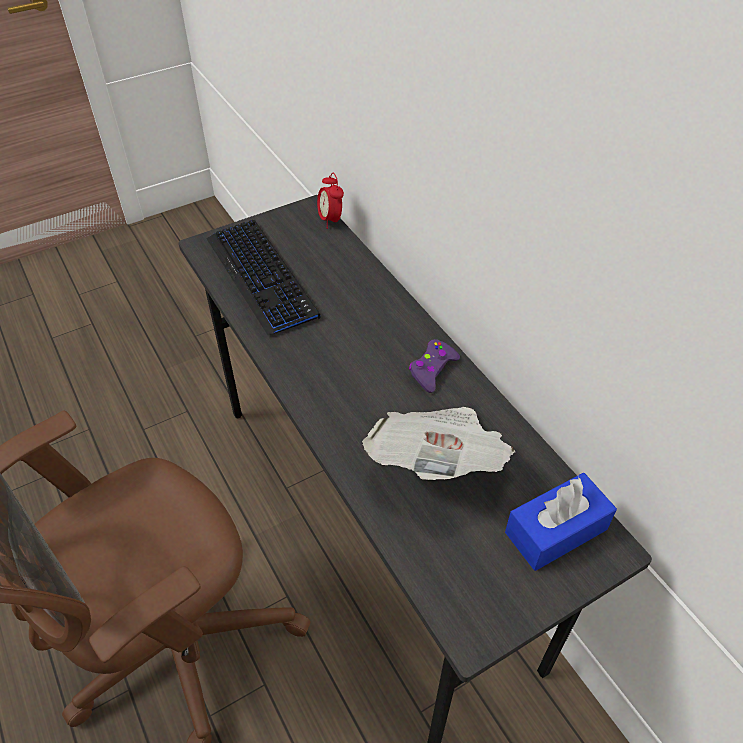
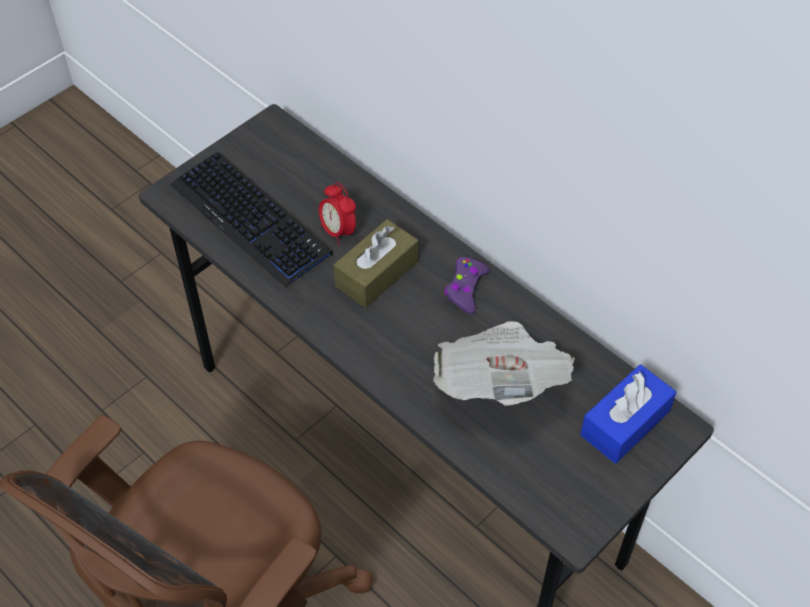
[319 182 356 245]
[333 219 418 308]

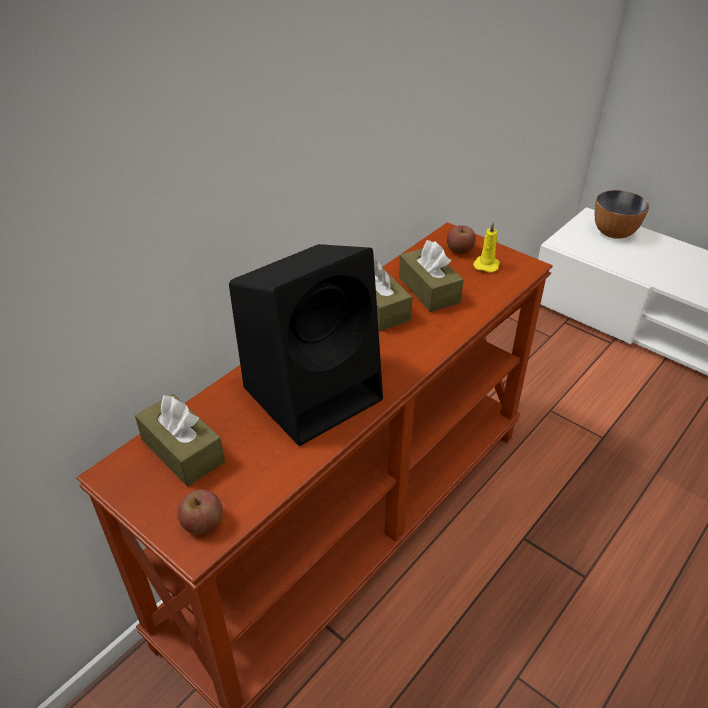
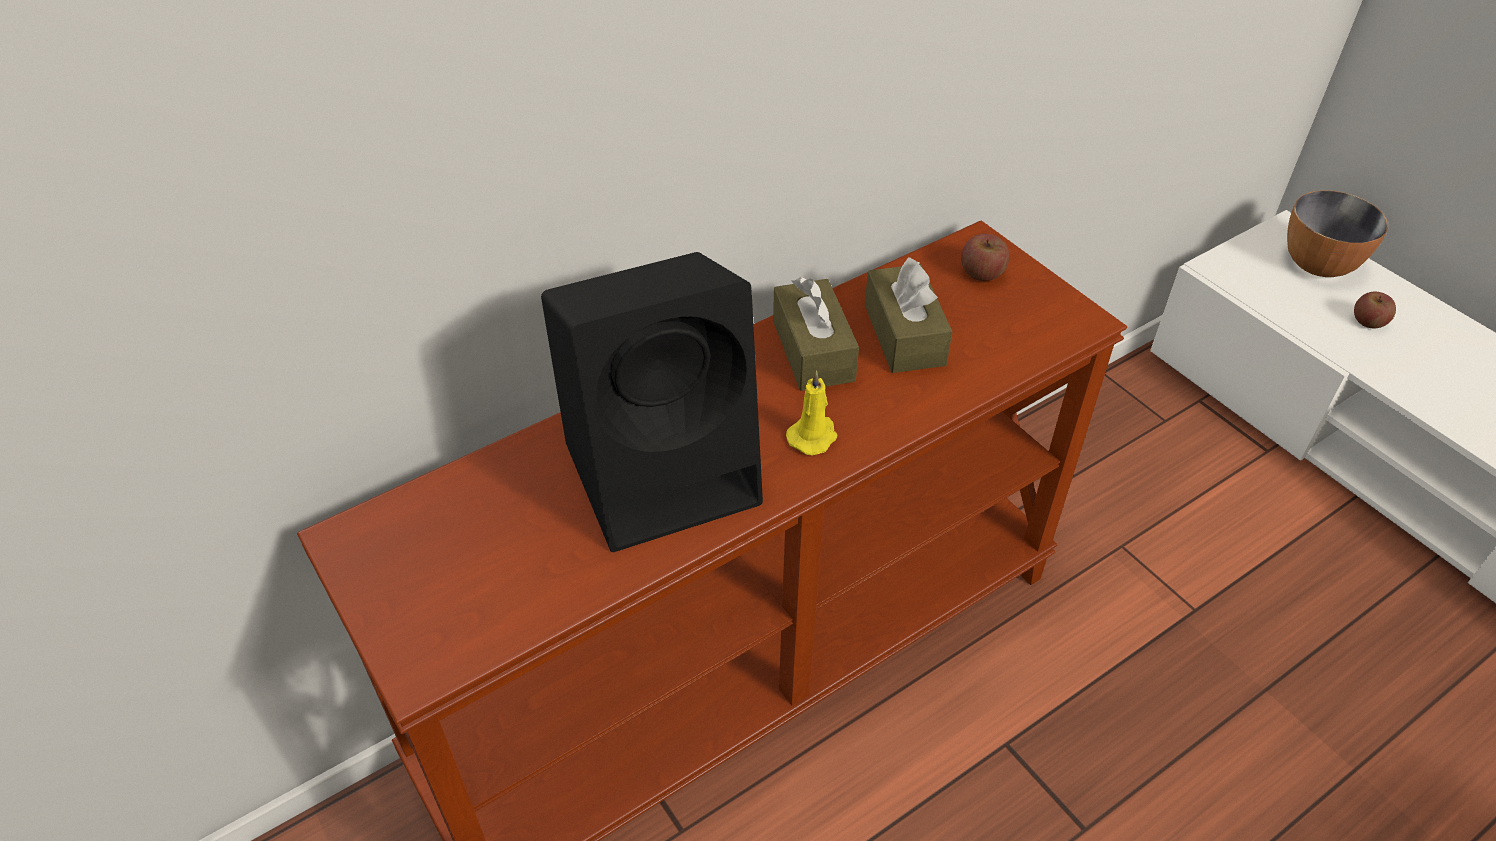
[135 394 225 486] (first image)
[1354 292 1396 328]
[786 370 838 455]

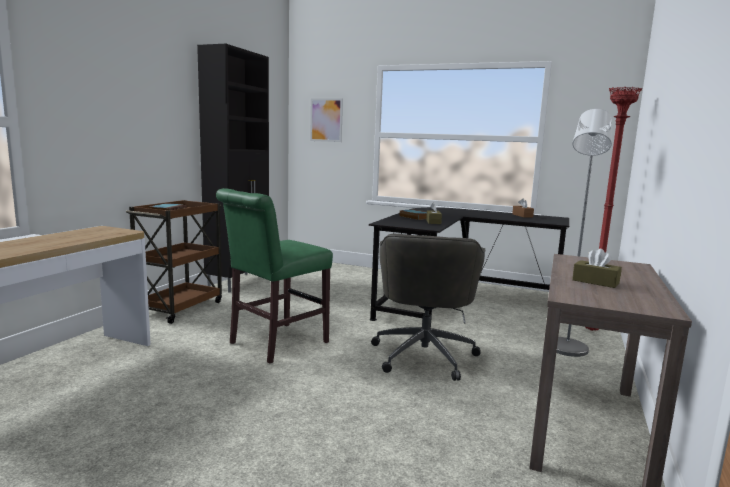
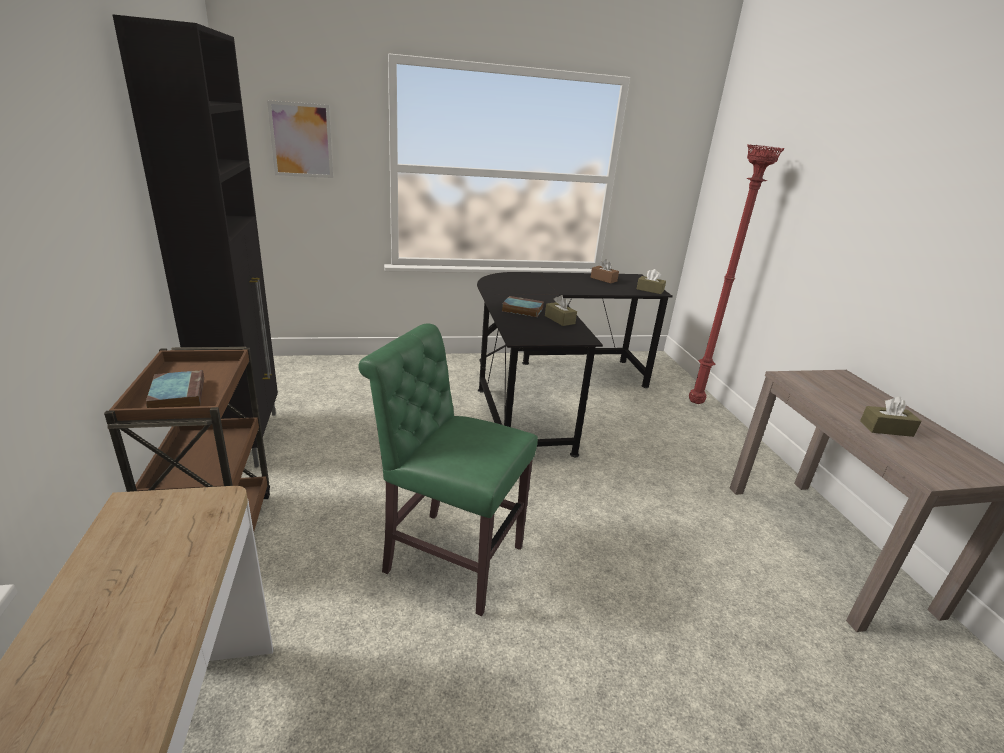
[358 323 538 616]
[371 234 485 381] (first image)
[556 109 612 357] (first image)
[637 269 666 294]

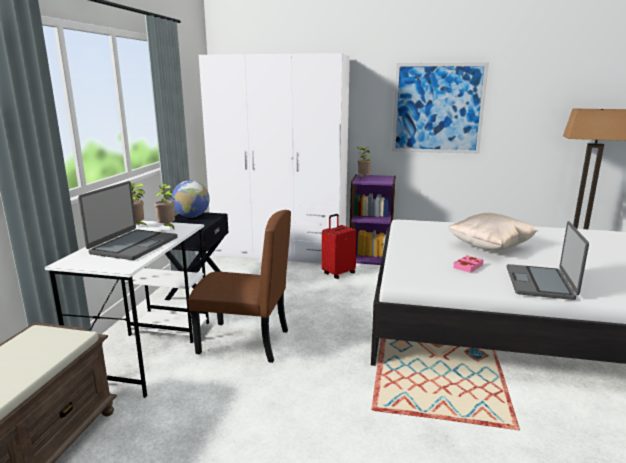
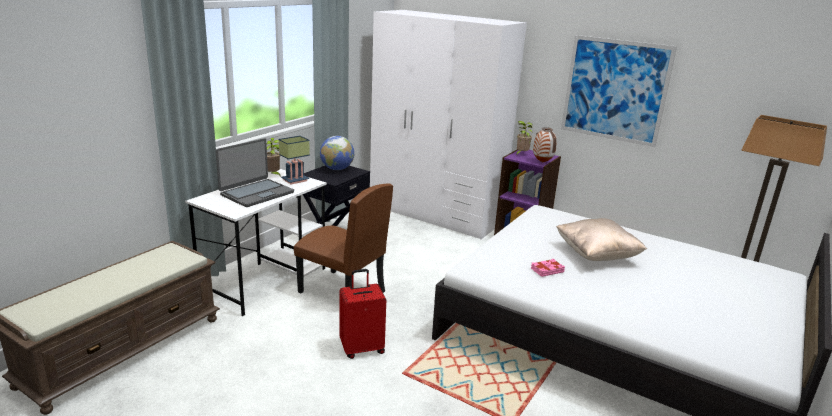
[279 136 310 185]
[339 269 386 359]
[507 221 589 300] (first image)
[533 127 557 162]

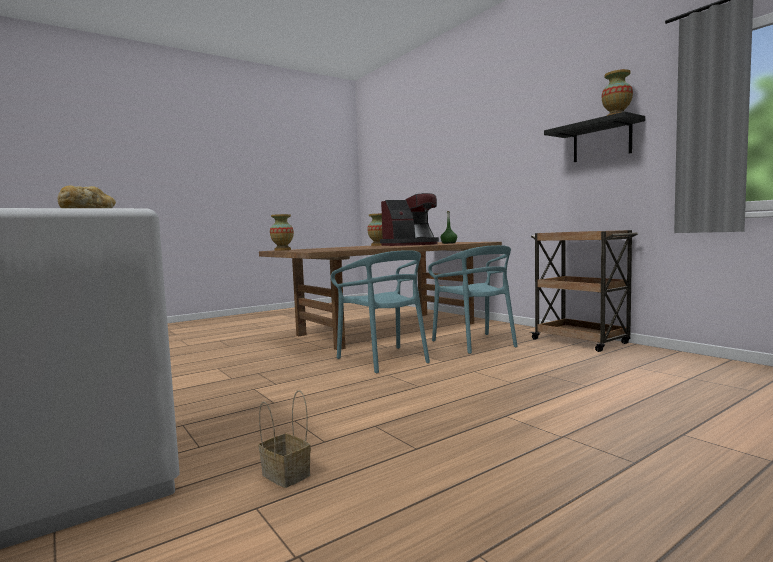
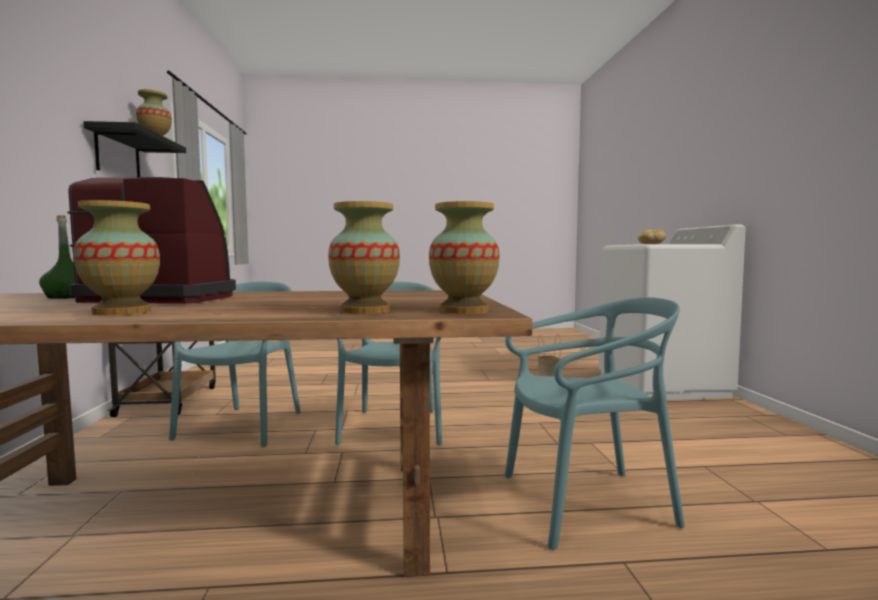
[328 201 400 314]
[504 297 685 550]

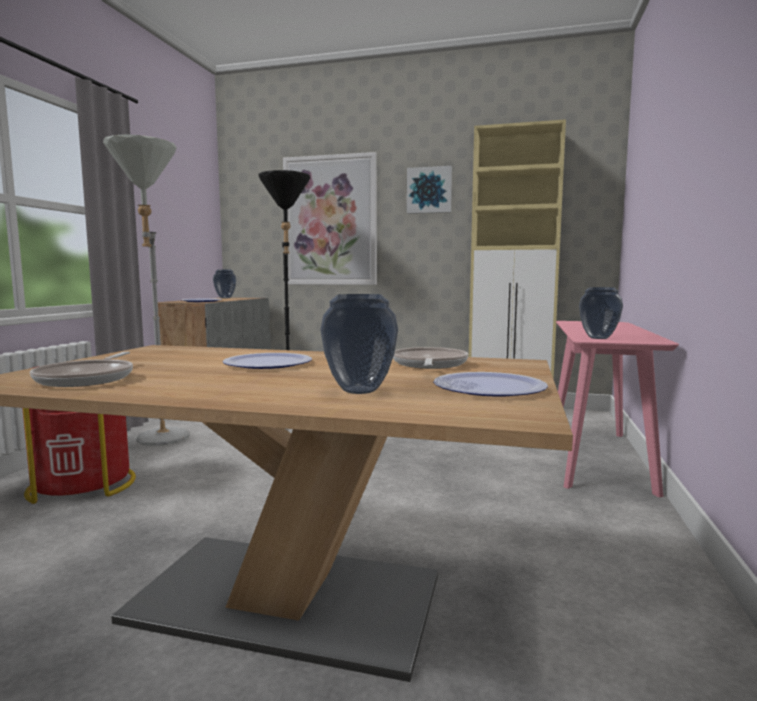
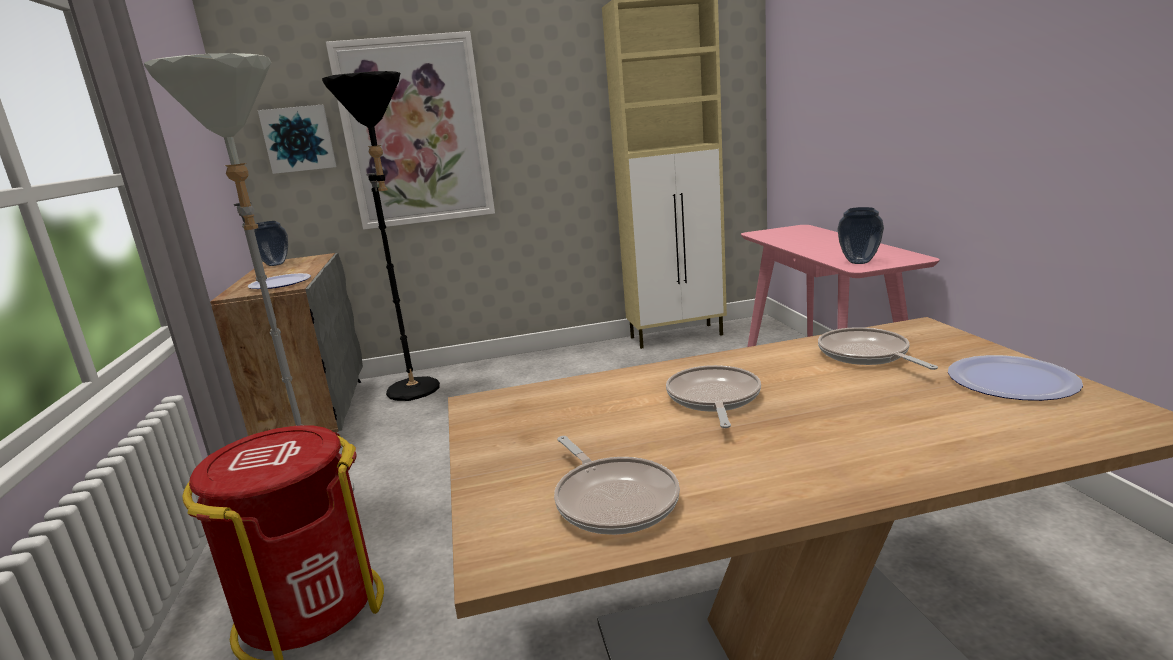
[666 365 761 428]
[320 294 398 394] (first image)
[258 105 337 174]

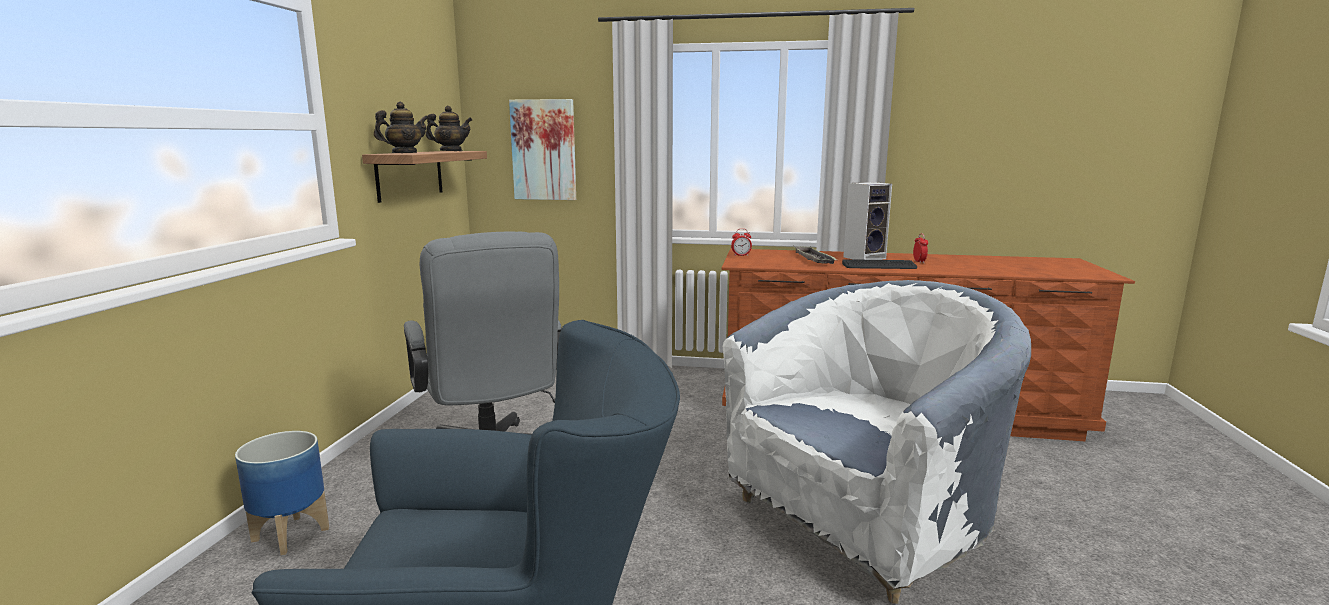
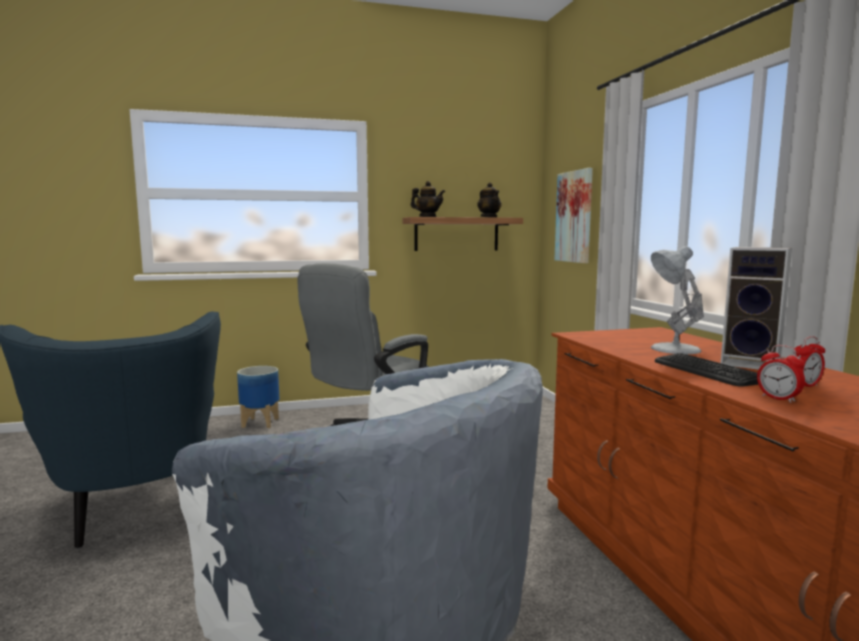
[757 345 805 403]
[651 246 704 354]

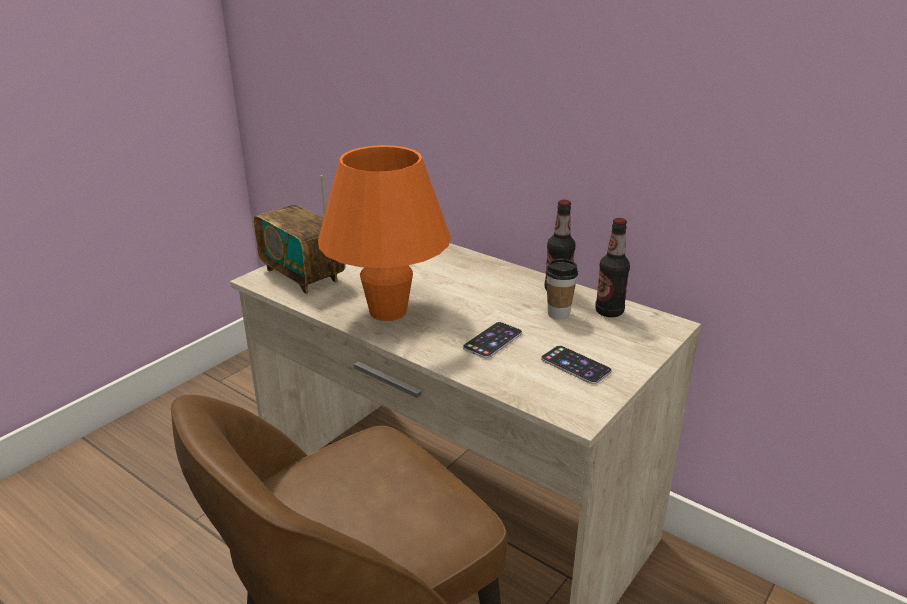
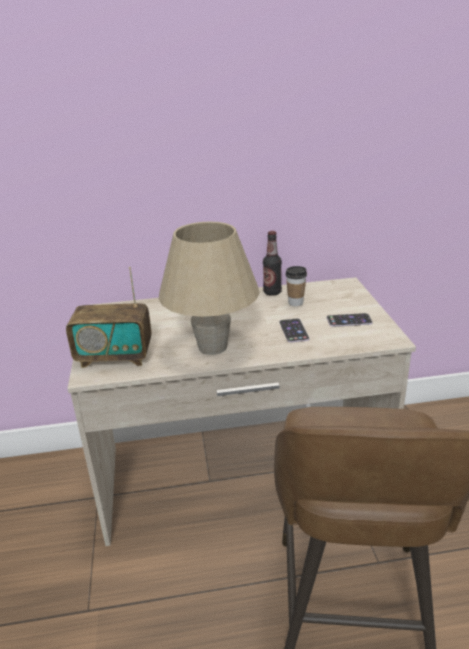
[158 221 260 355]
[595 218 630 317] (first image)

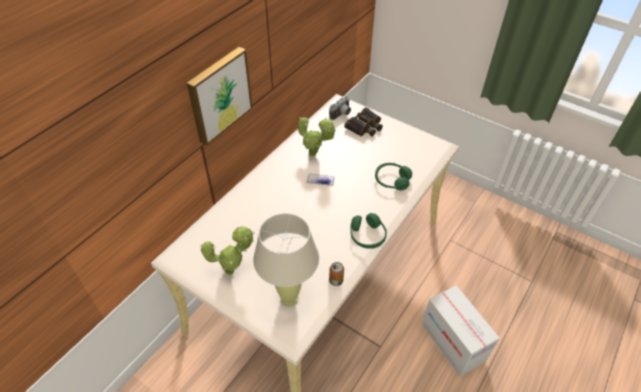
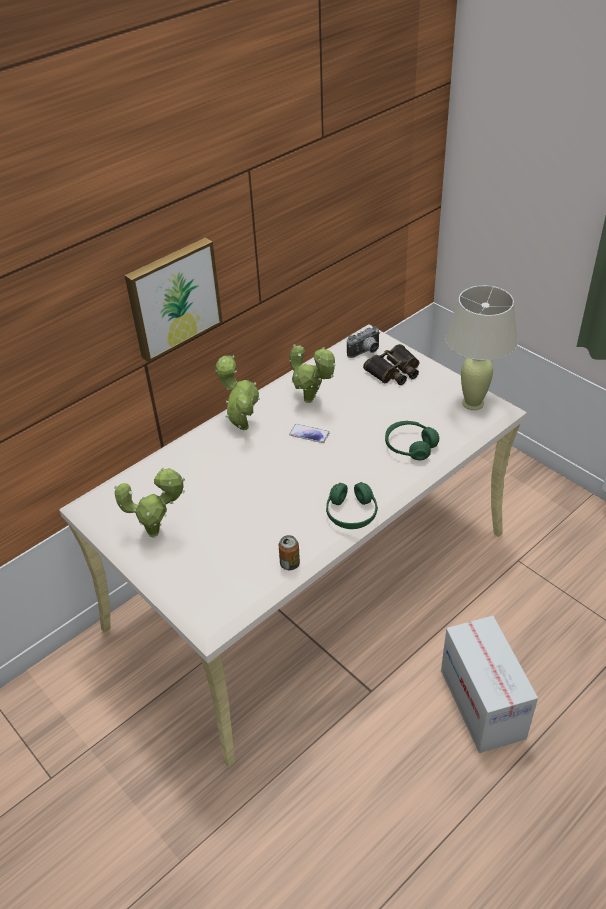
[445 285 518 410]
[215 355 260 430]

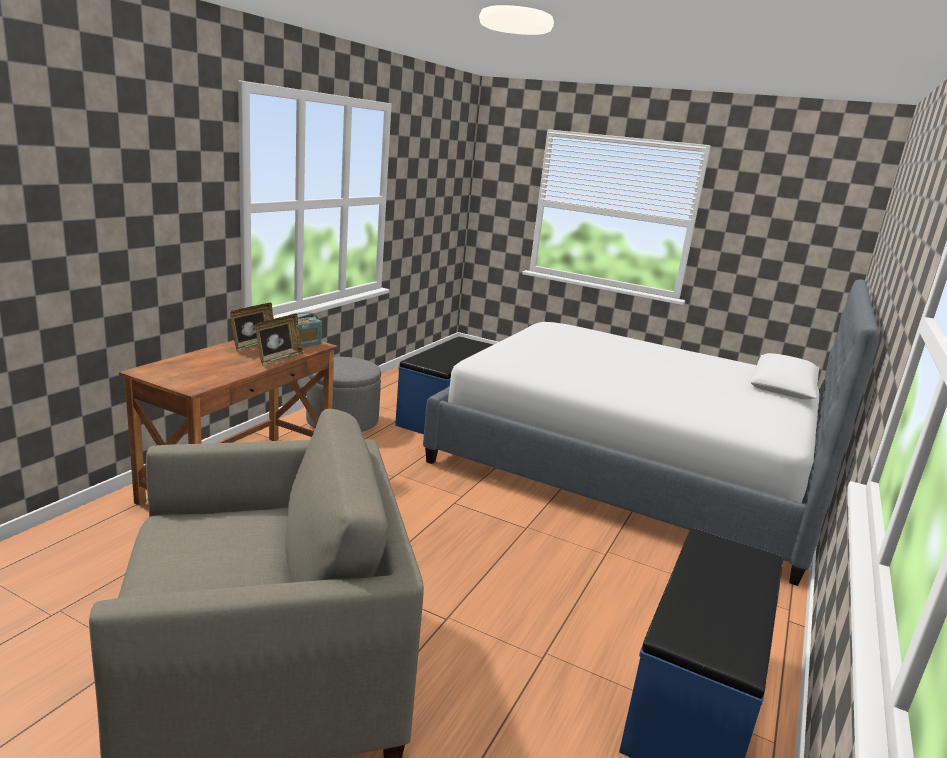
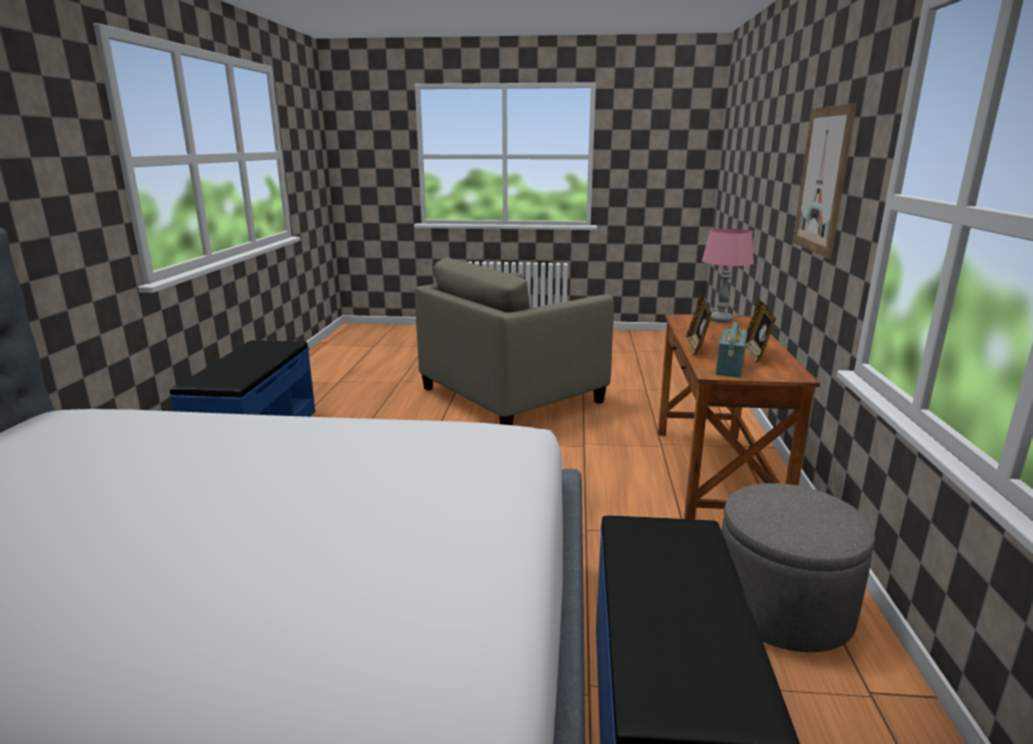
[702 228 754 323]
[793 103 857 258]

